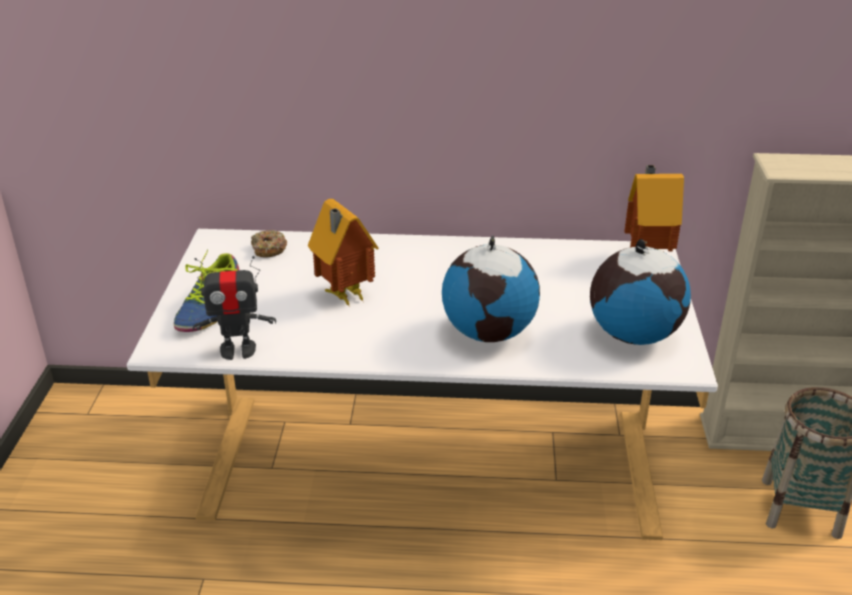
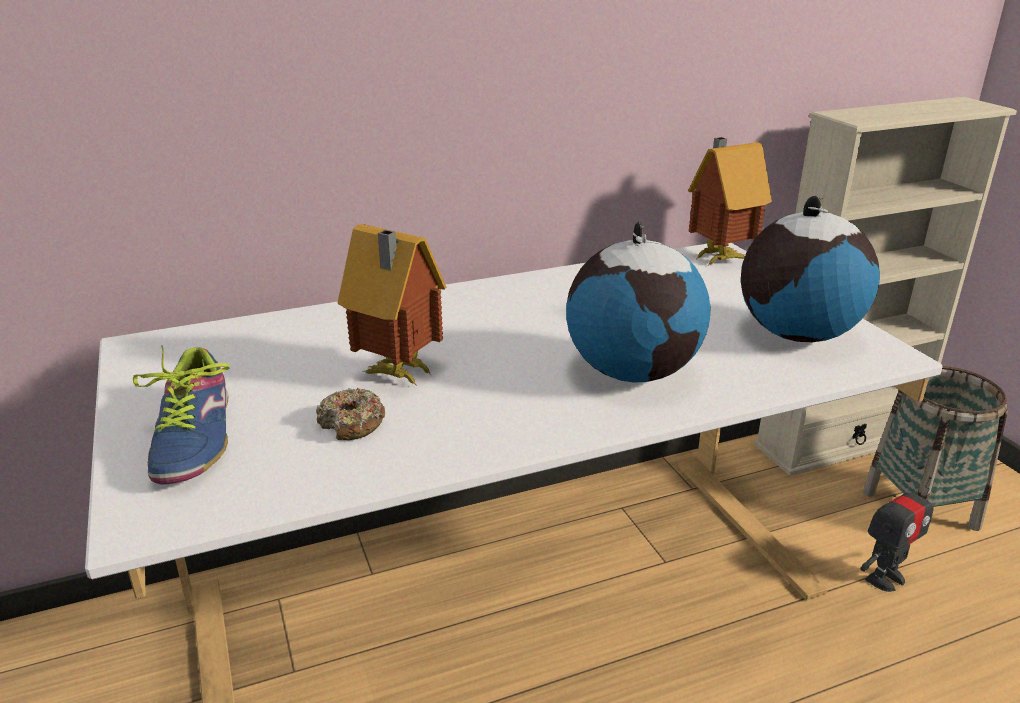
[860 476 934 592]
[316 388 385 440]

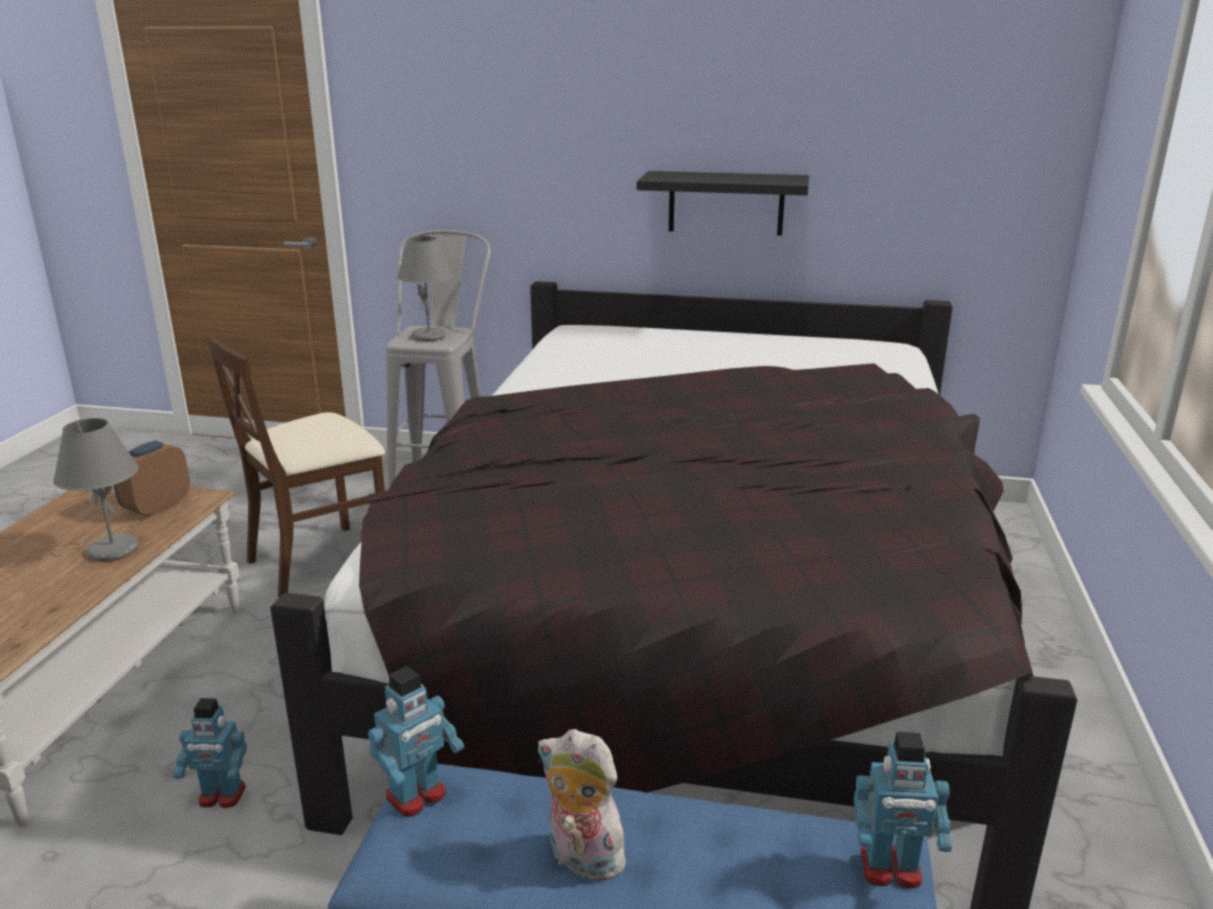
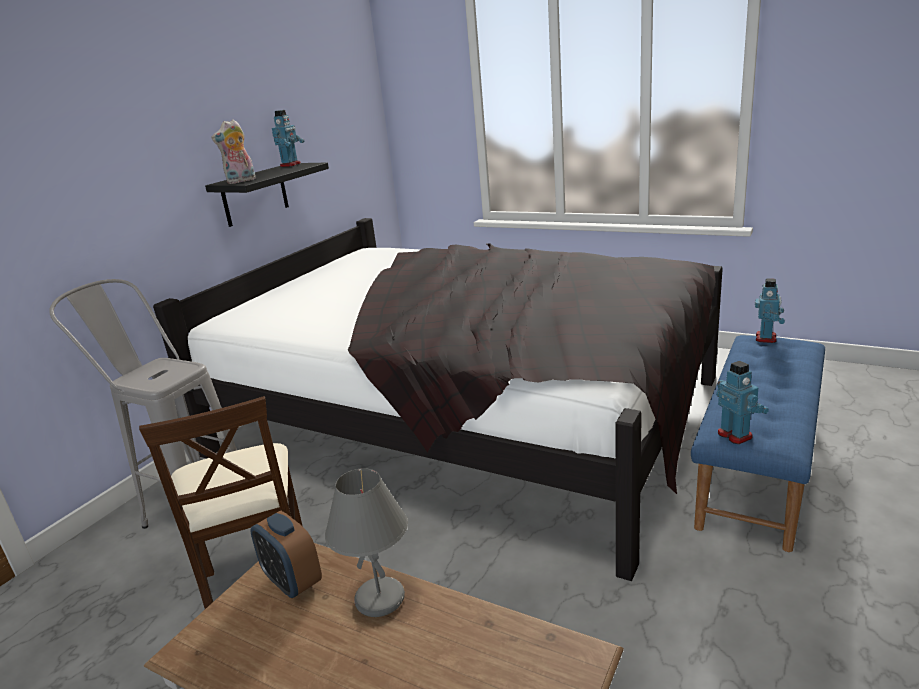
[272 110 304 167]
[397 236 453 341] (first image)
[211 120 256 184]

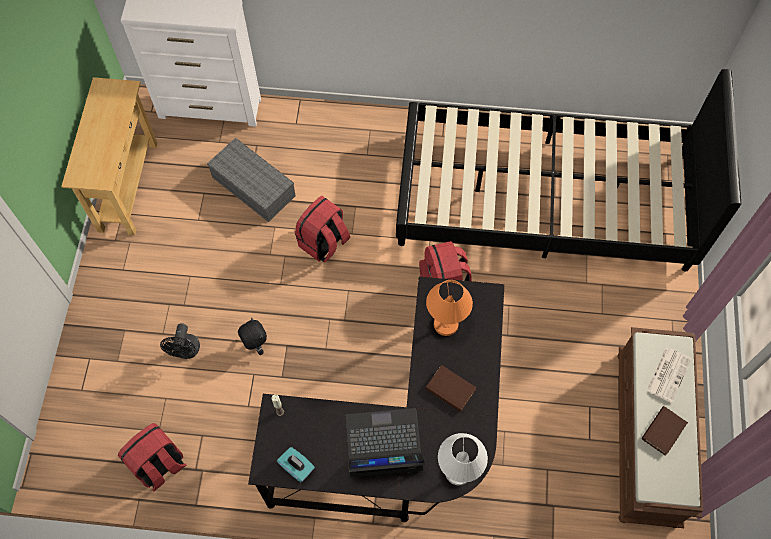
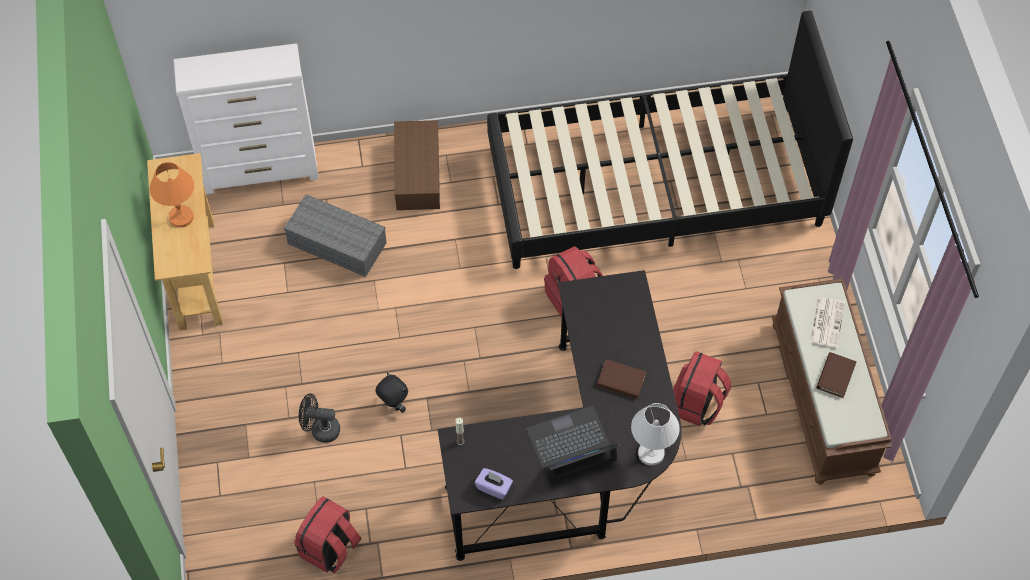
[299 393 340 443]
[475 468 513 500]
[673 351 731 426]
[150 162 194 228]
[394 120 440 210]

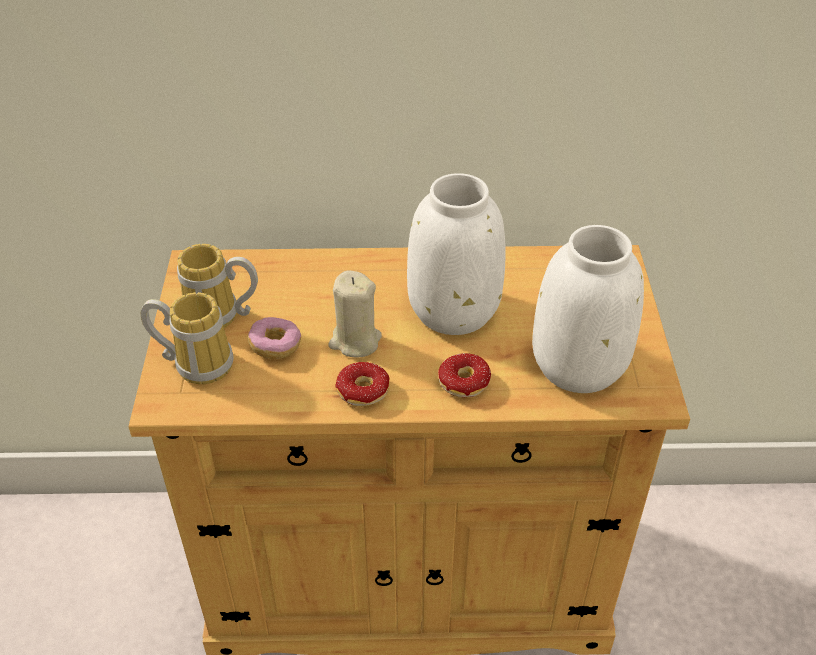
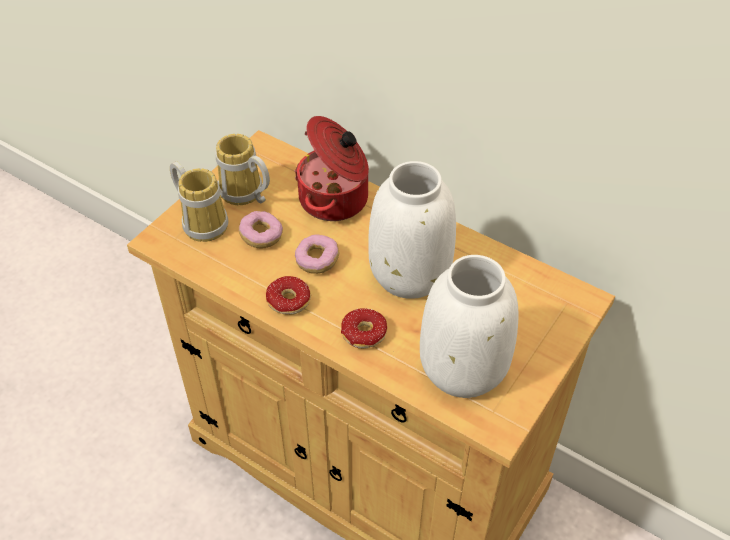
[295 234 339 274]
[295 116 369 221]

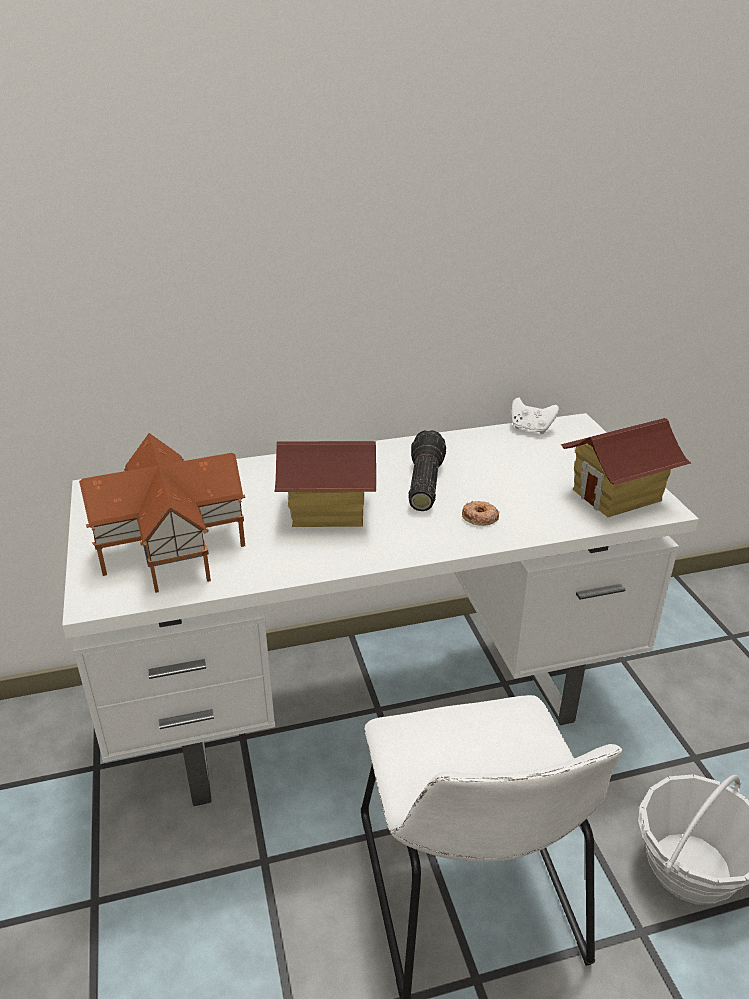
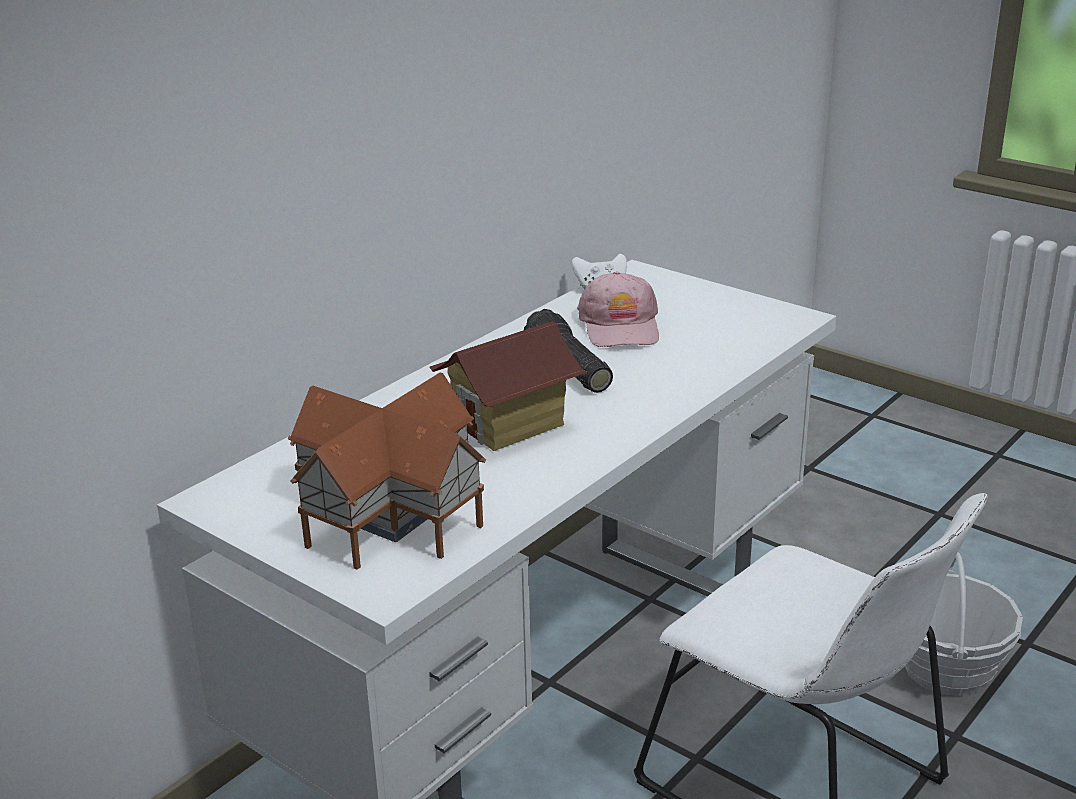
[462 501 499 526] (first image)
[561 418 691 517] (first image)
[577 271 659 347]

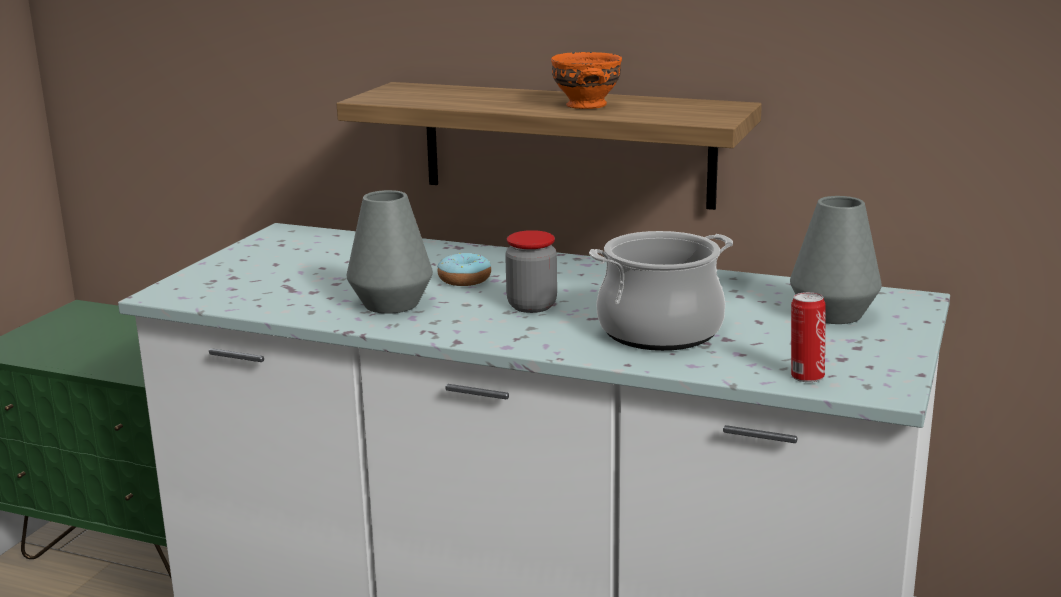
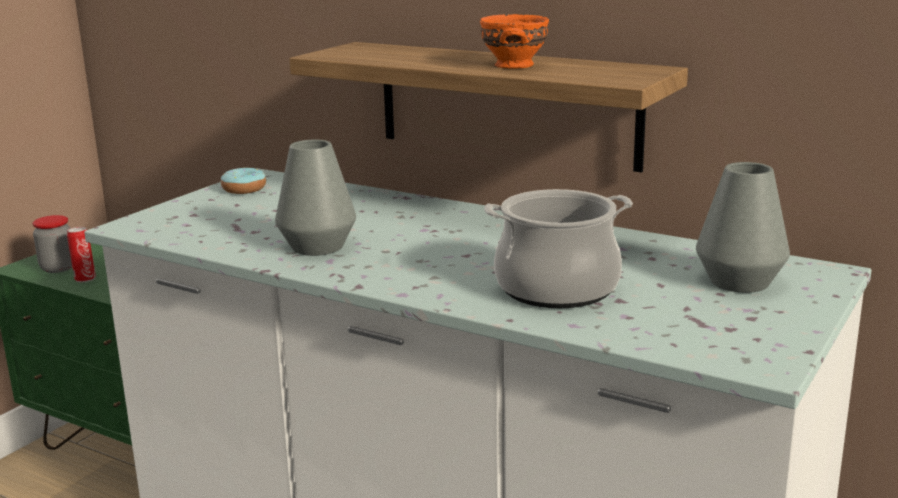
[221 167 266 194]
[33 215 72 273]
[67 227 96 282]

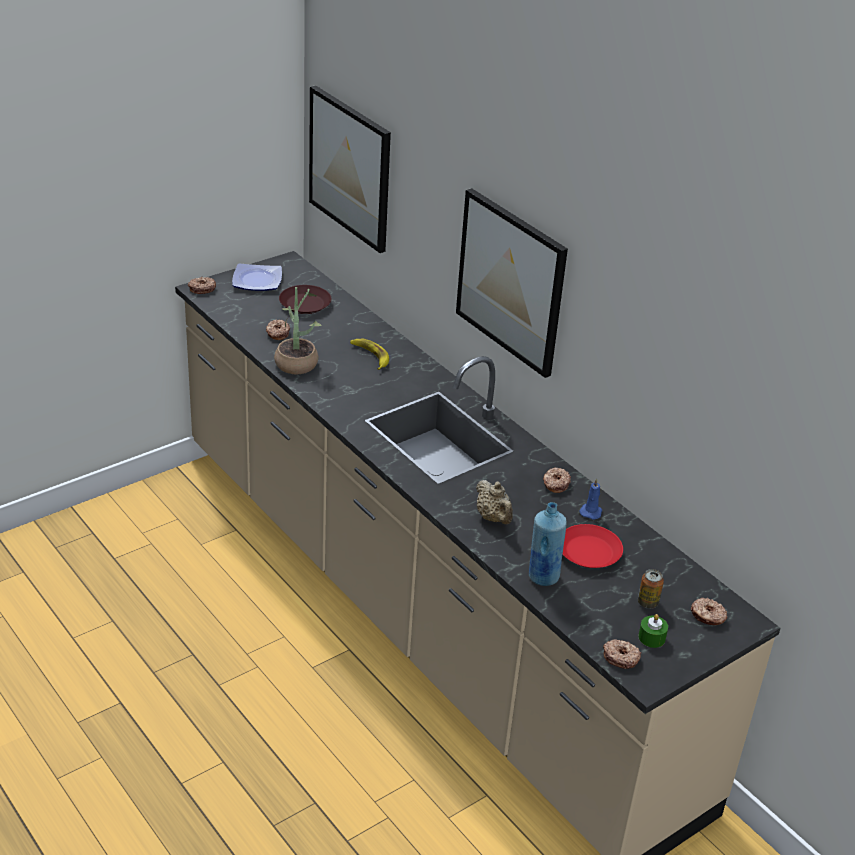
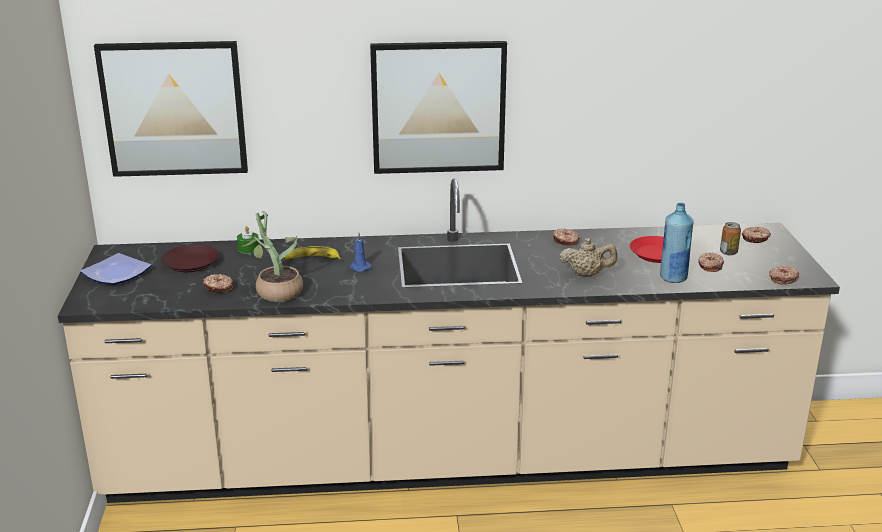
[698 252 724 272]
[350 233 371 272]
[237 226 259 254]

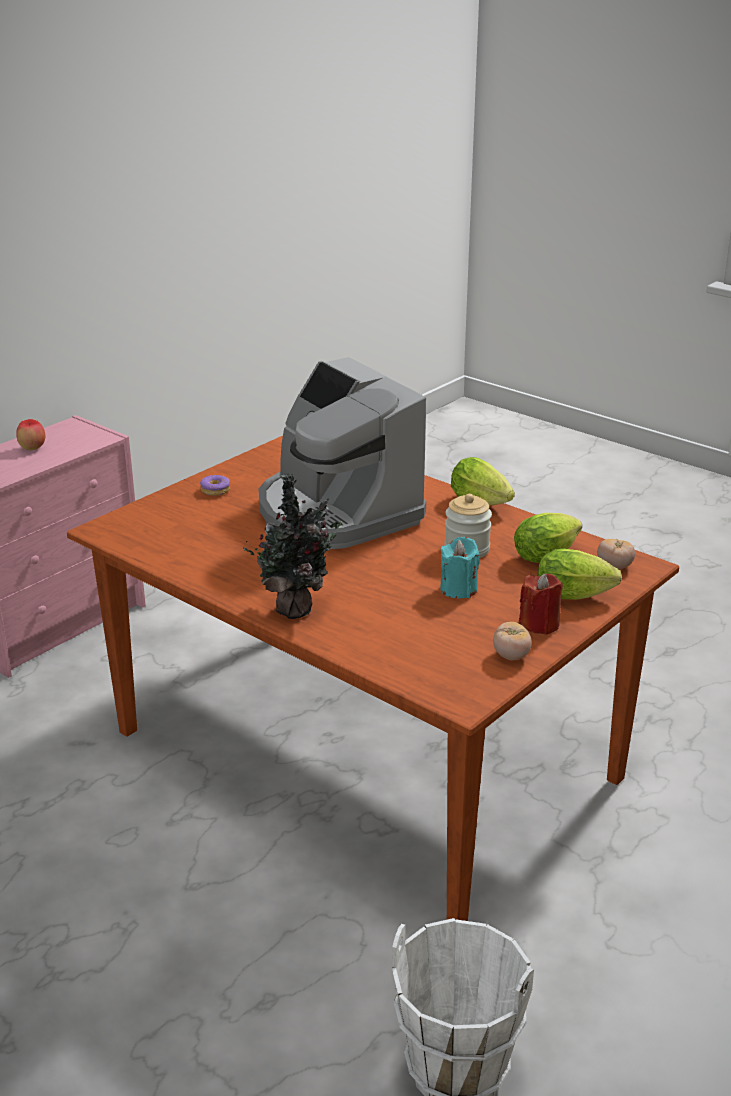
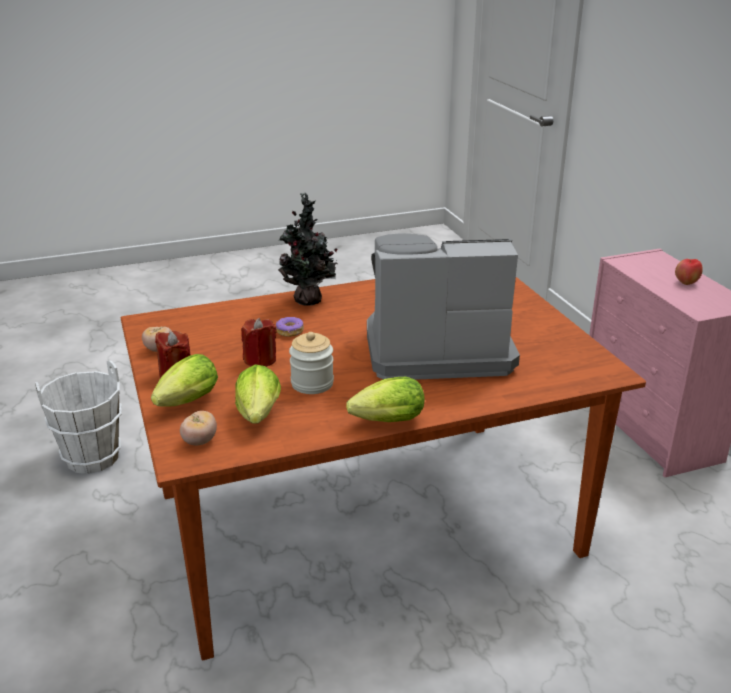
[276 317 304 337]
[241 318 277 367]

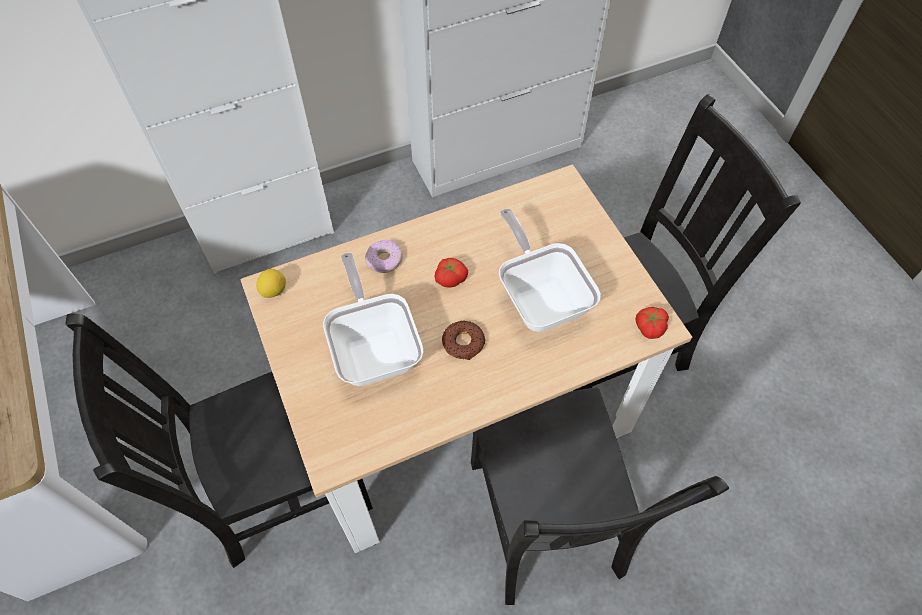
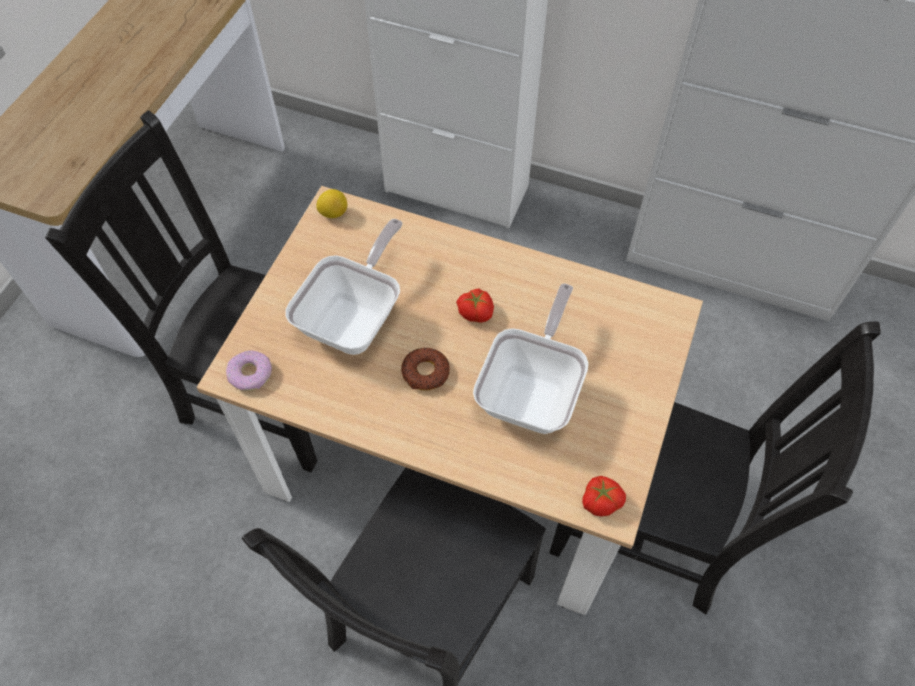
[226 351 272 391]

